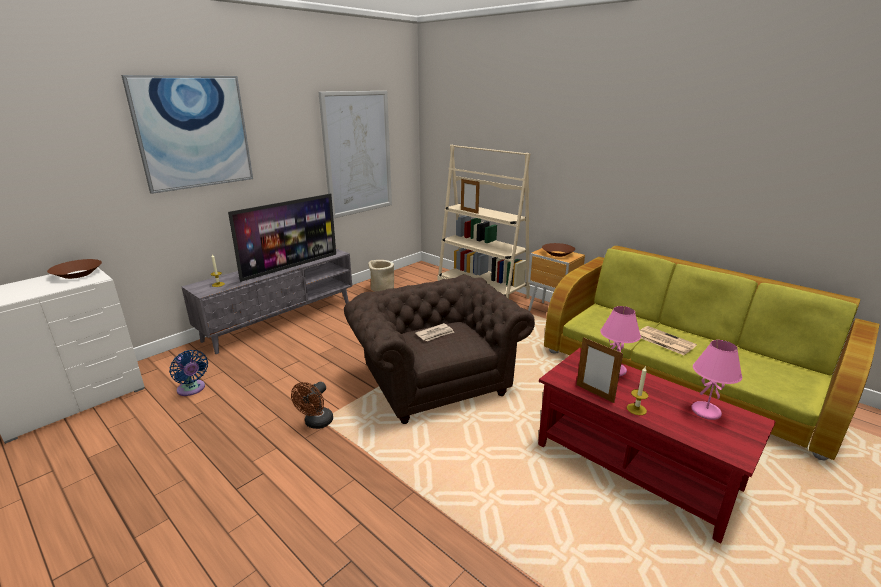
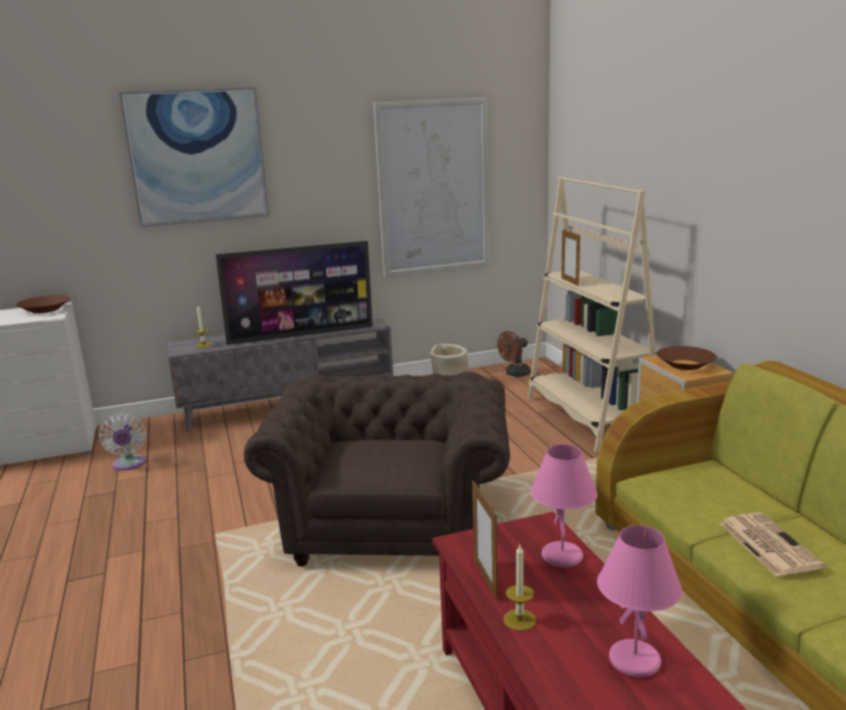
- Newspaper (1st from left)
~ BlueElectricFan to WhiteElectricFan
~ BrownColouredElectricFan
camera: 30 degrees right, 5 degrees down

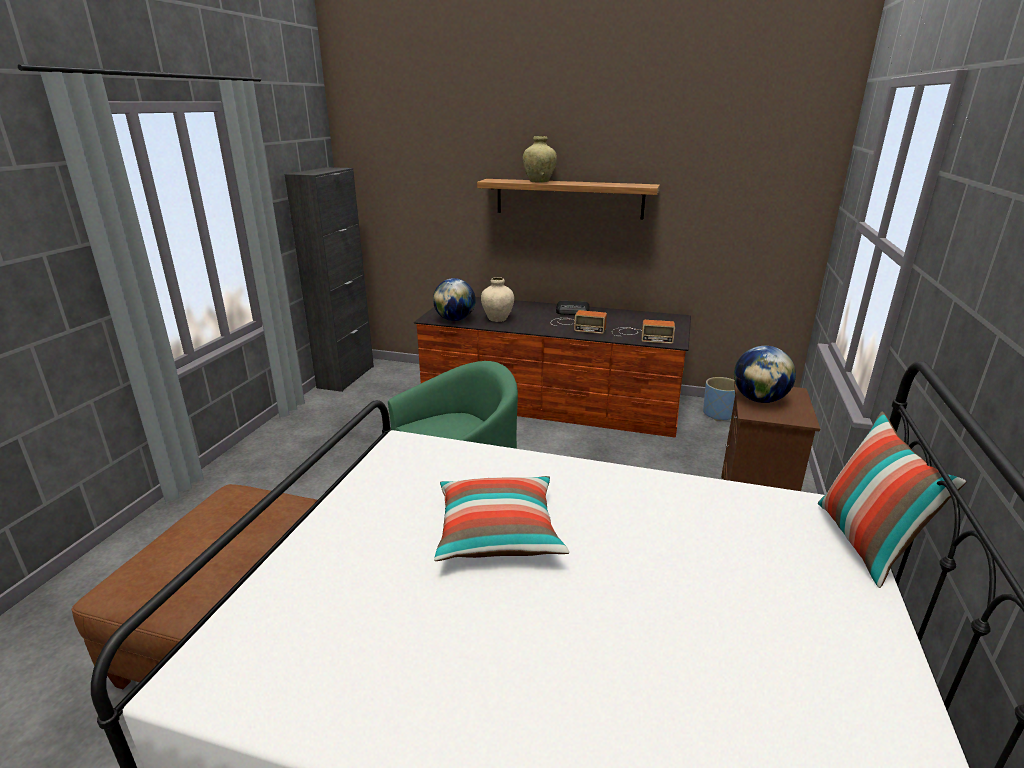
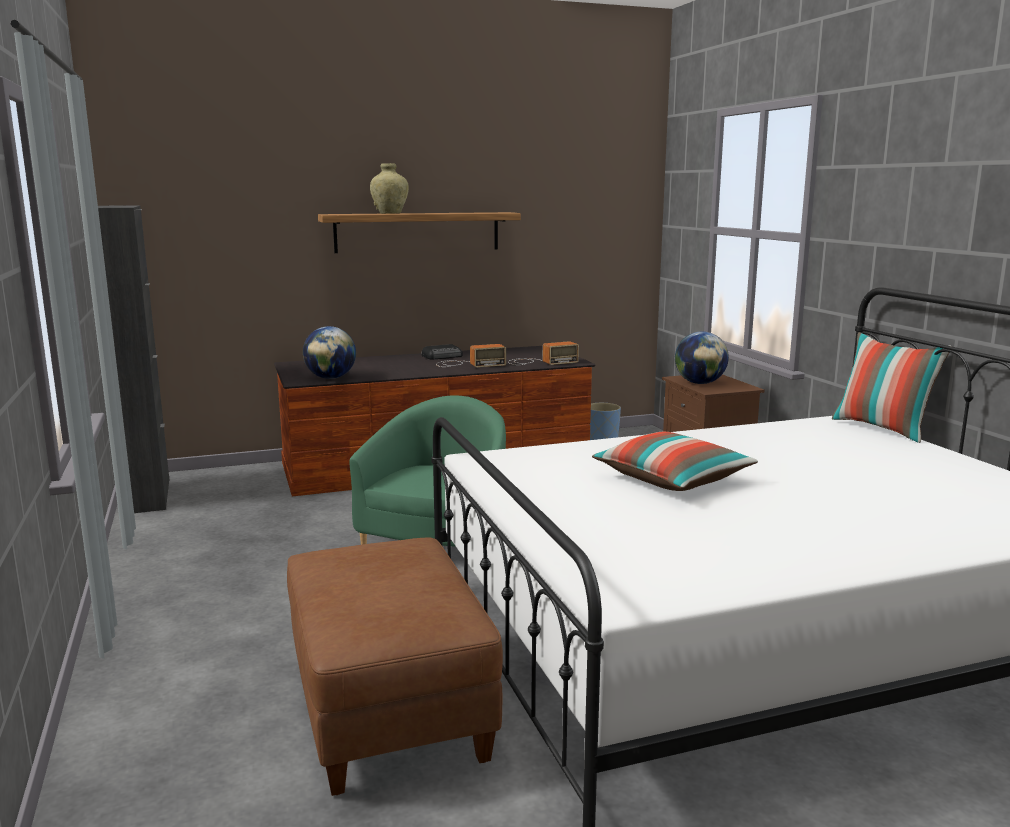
- SandColouredDecorativeVase (1st from left)
camera: 35 degrees left, 10 degrees down

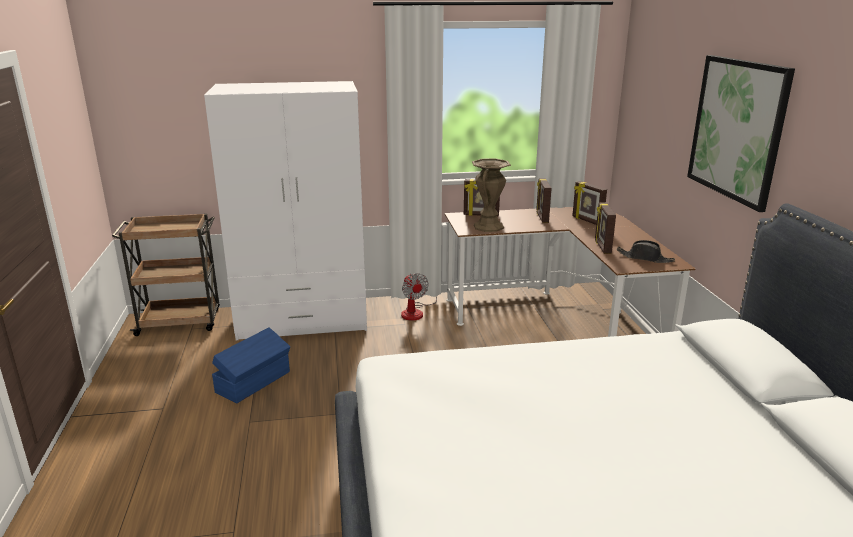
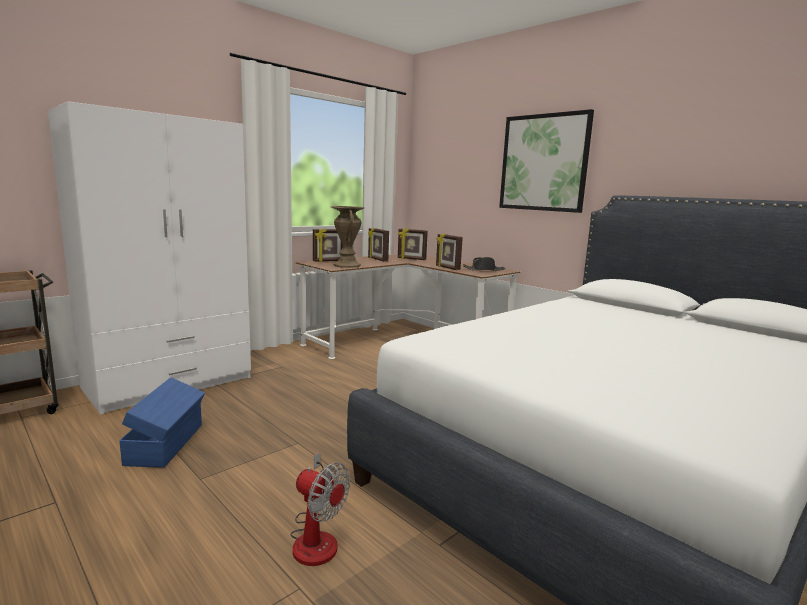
~ ElectricFan
camera: 35 degrees left, 10 degrees down

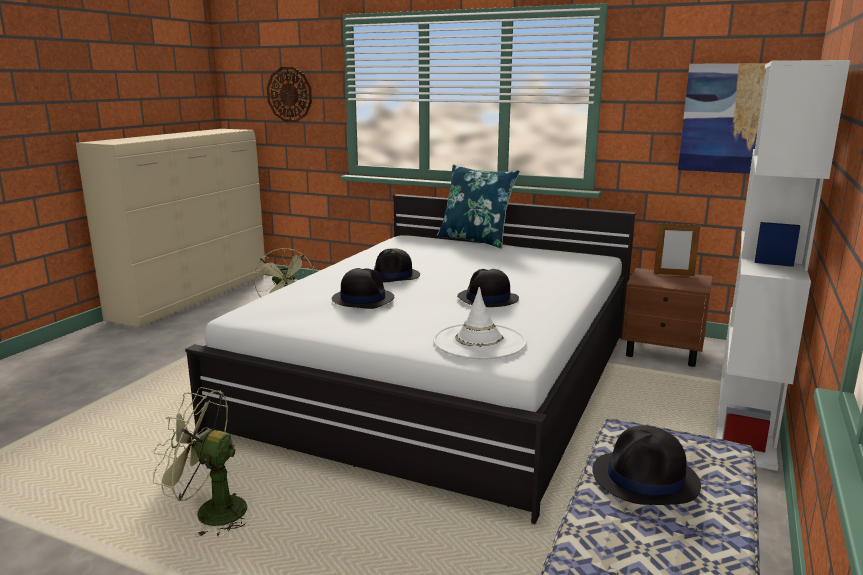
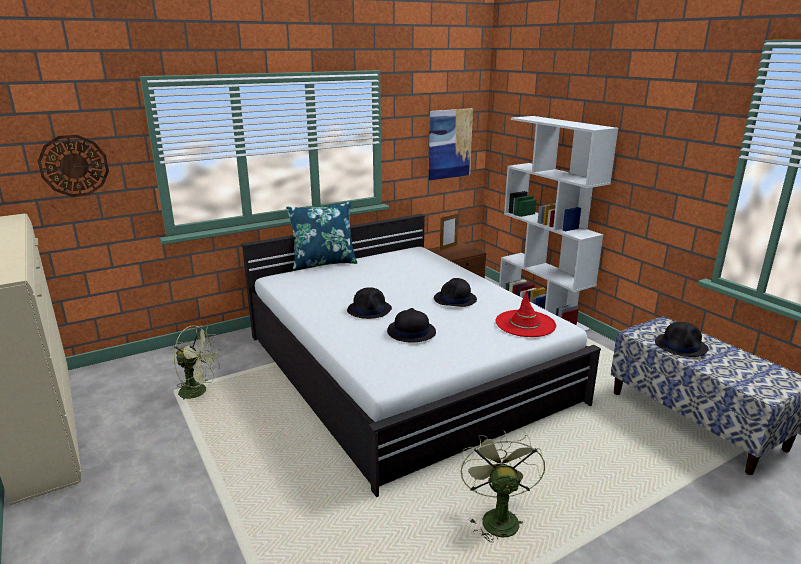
~ WhiteHat to RedColouredHat
~ GreenishElectricFan (1st from left in the first image) 135 degrees clockwise
camera: 55 degrees left, 5 degrees up

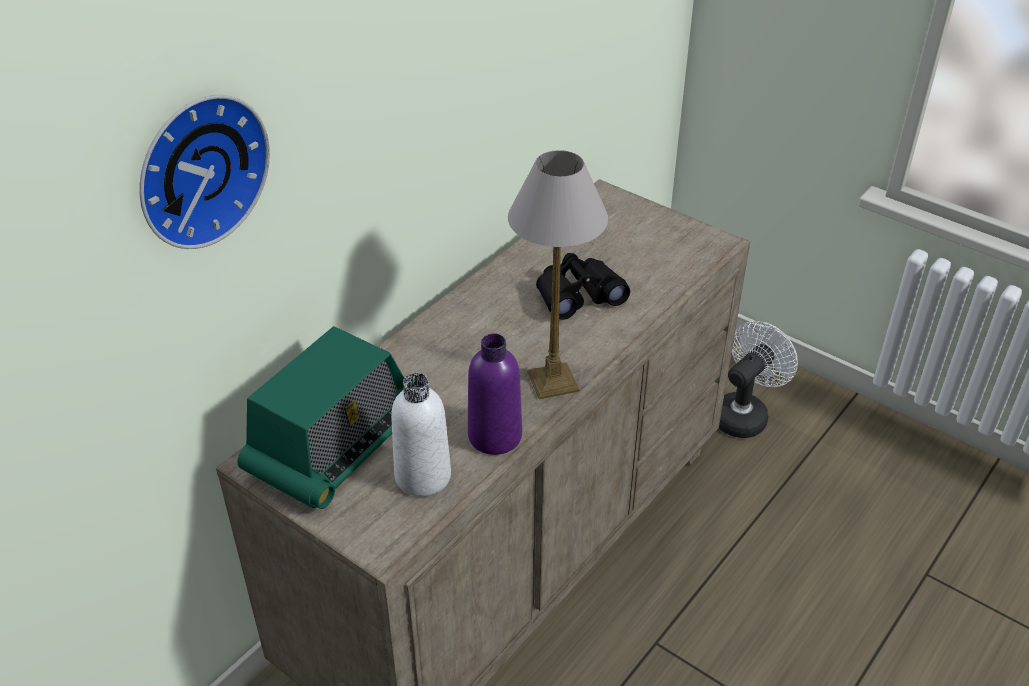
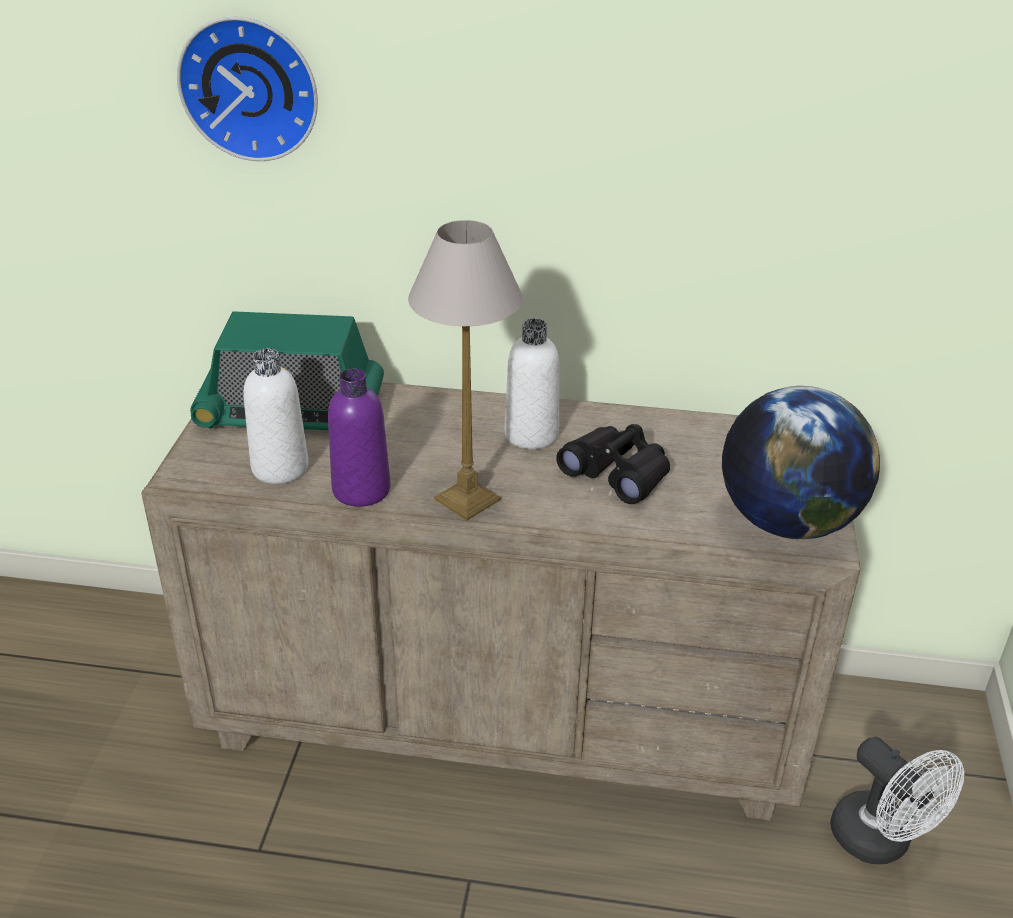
~ WhiteElectricFan 45 degrees clockwise
+ WhiteDrinkBottle (2nd from left)
+ DeskGlobe
camera: 60 degrees right, 5 degrees down

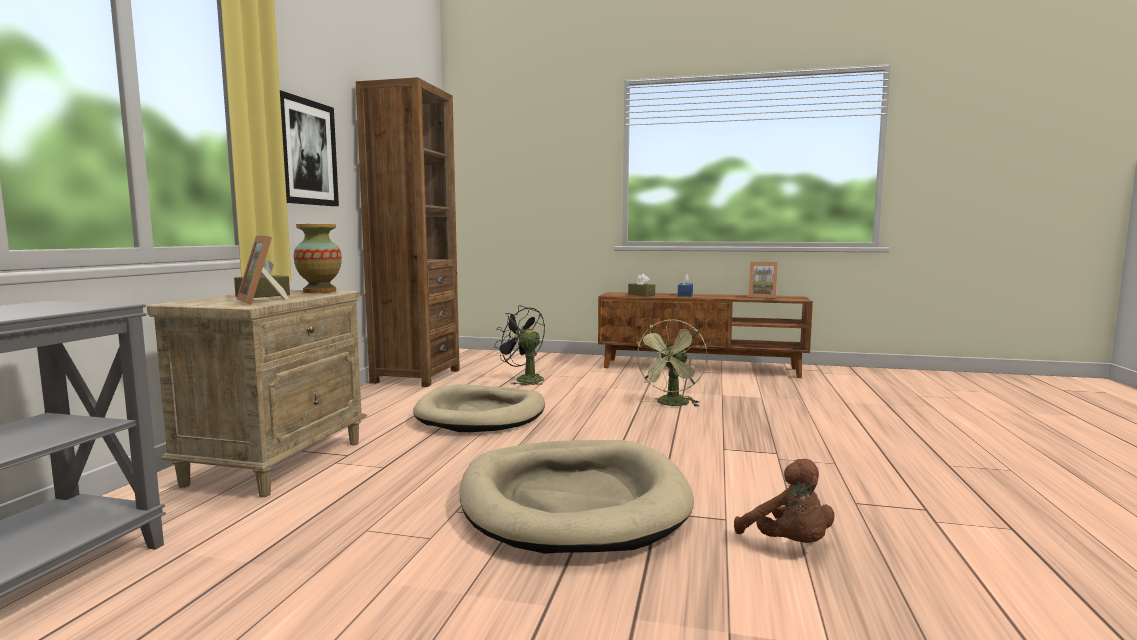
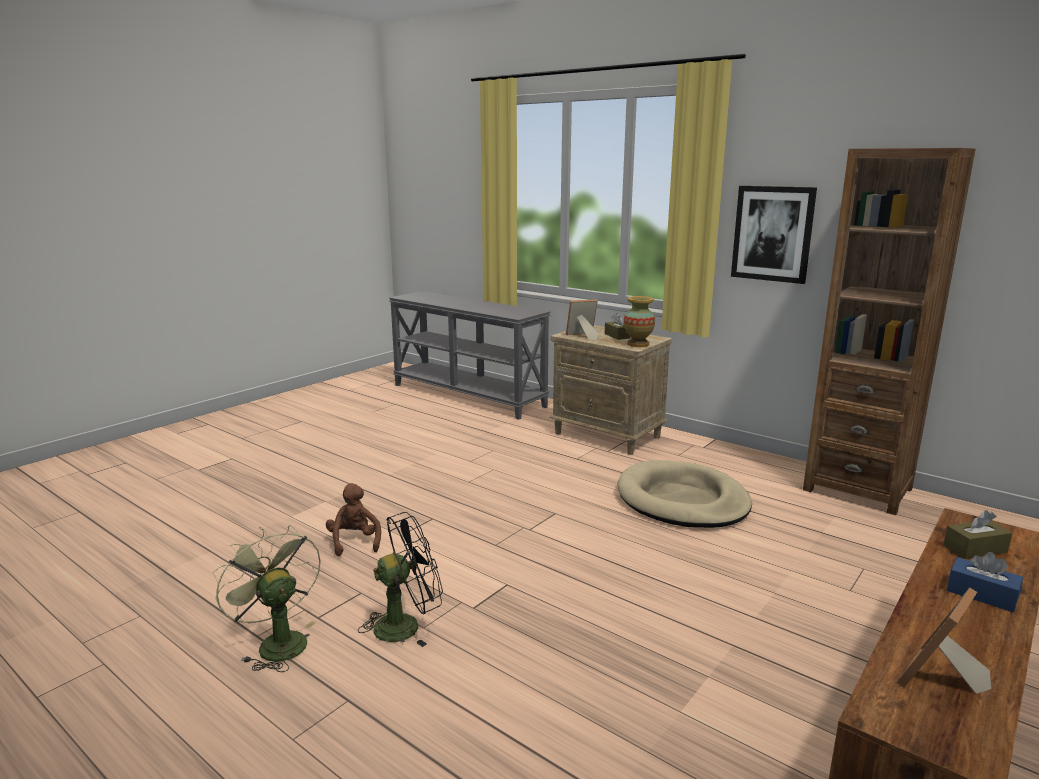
~ BlackElectricFan
~ GreenishElectricFan
- SandColouredPetBed (2nd from left)
~ BrownColouredSoftToy 75 degrees clockwise
camera: 115 degrees right, 10 degrees up

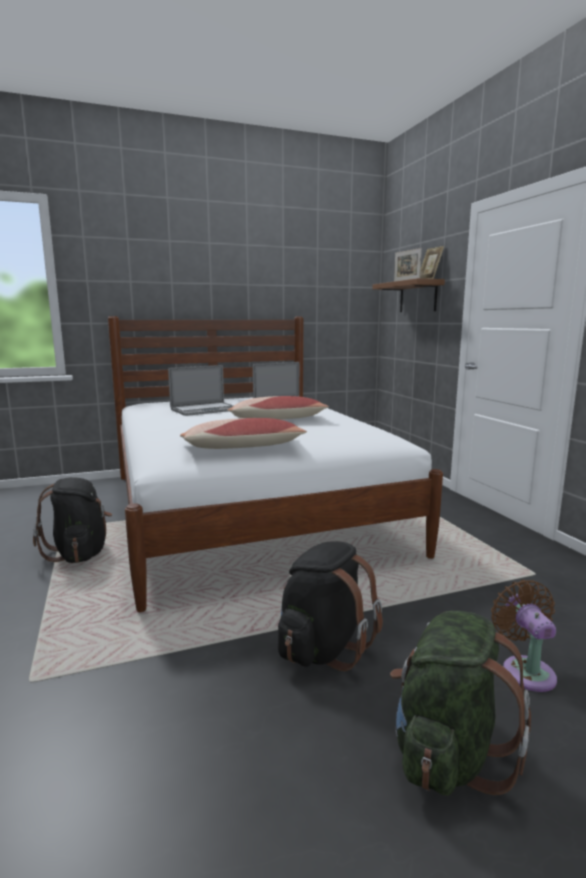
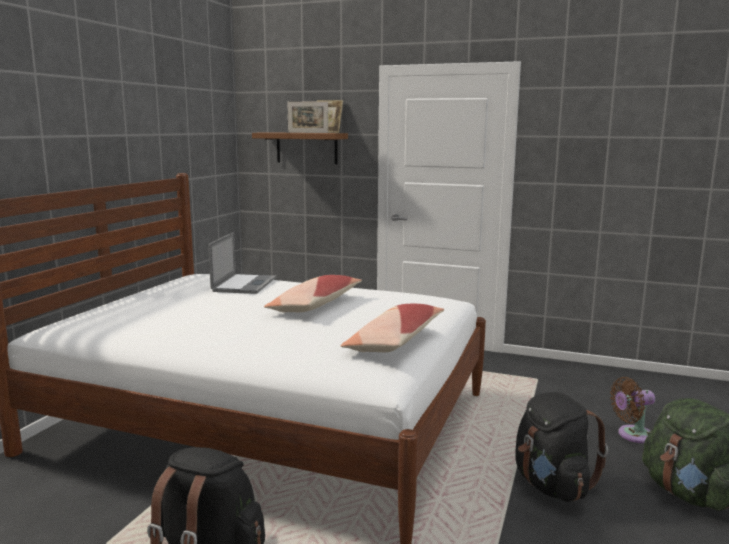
- PortableComputer (1st from left)
~ BrownColouredElectricFan 45 degrees counterclockwise
camera: 50 degrees left, 0 degrees up

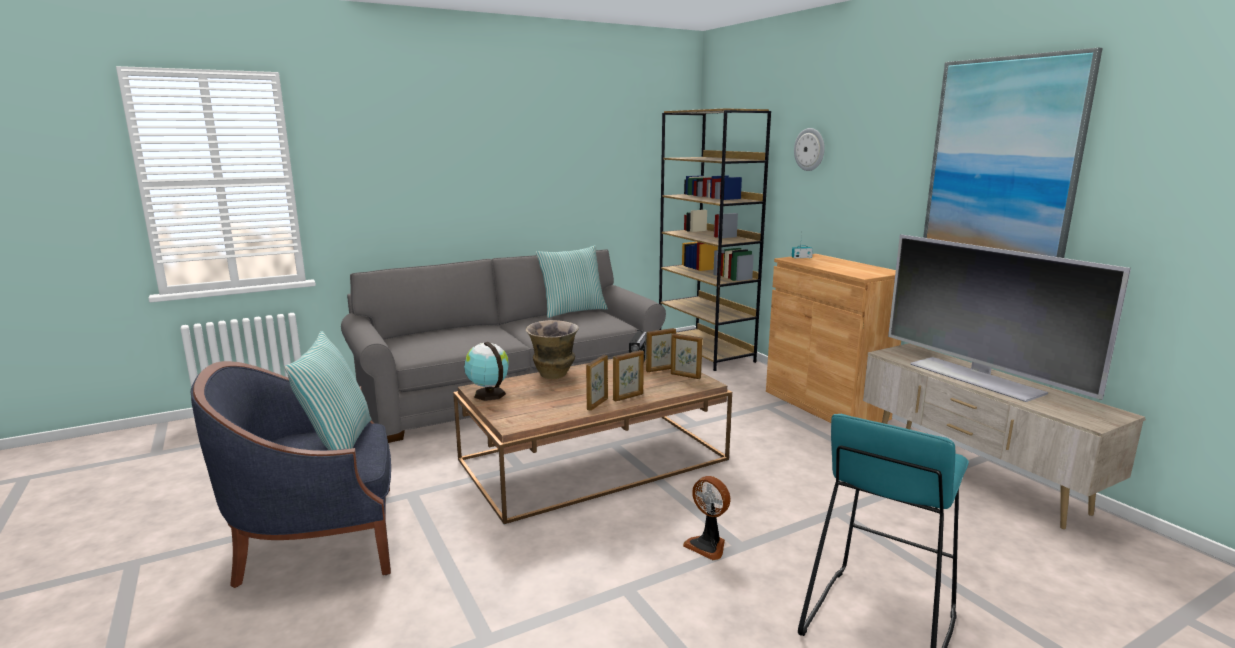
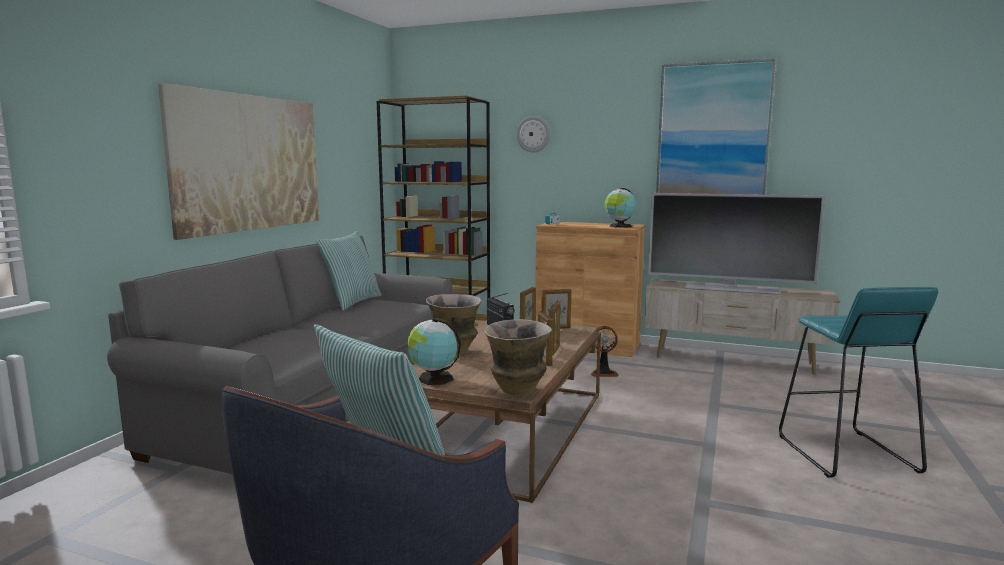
~ ElectricFan
+ Picture (1st from left)
+ DeskGlobe (2nd from left)
+ DecorativeVase (2nd from left)
camera: 40 degrees left, 5 degrees down

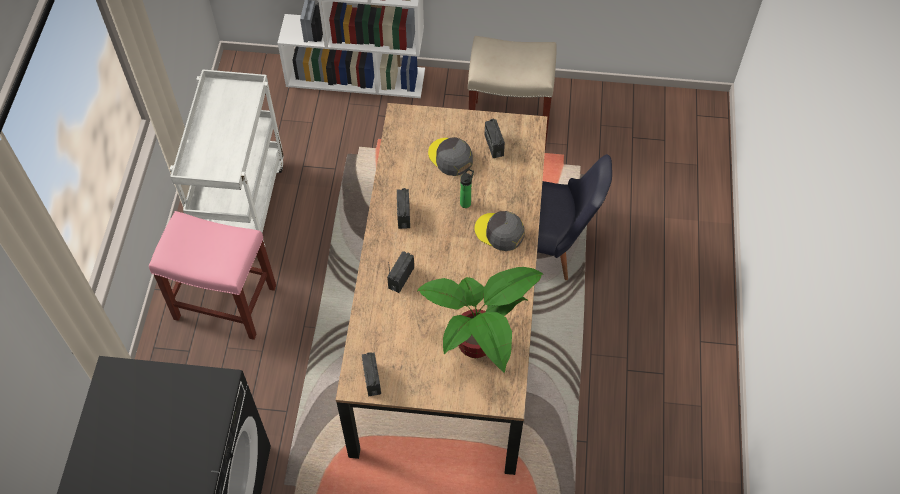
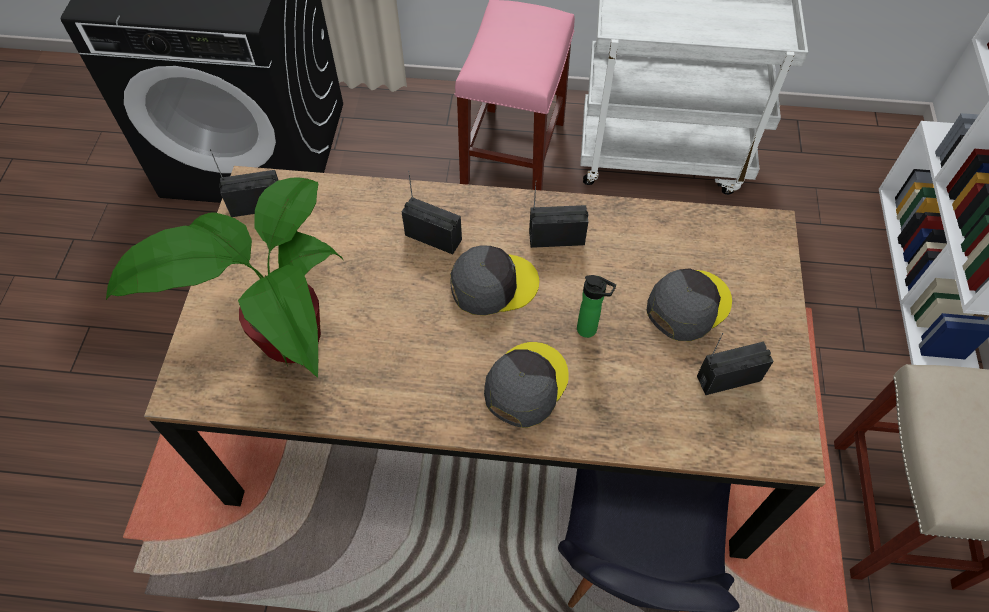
+ GrayPeakedCap (1st from left)
camera: 90 degrees right, 0 degrees up

